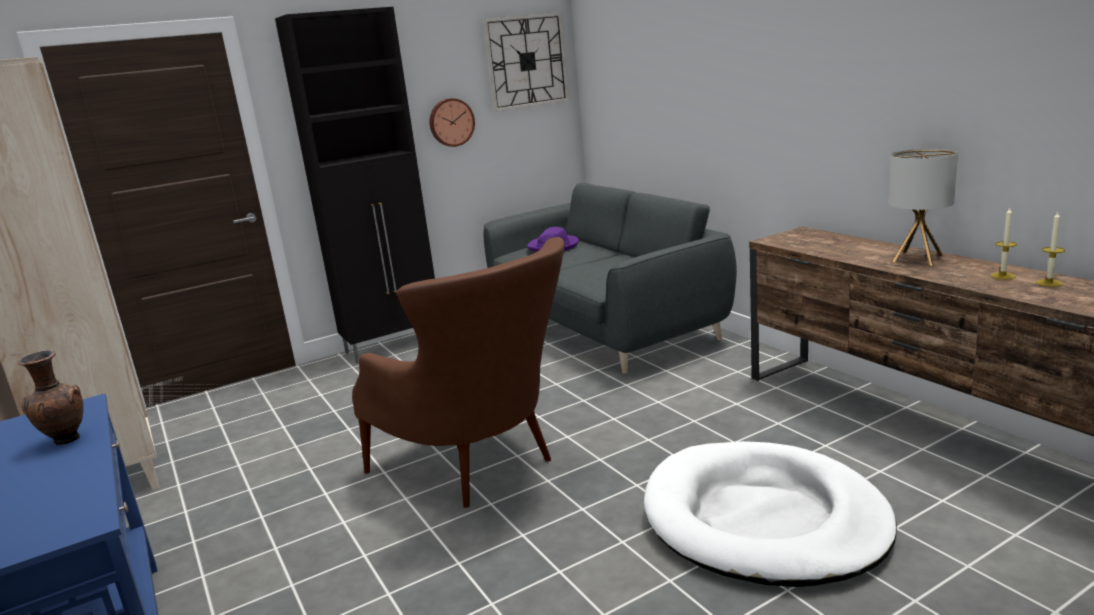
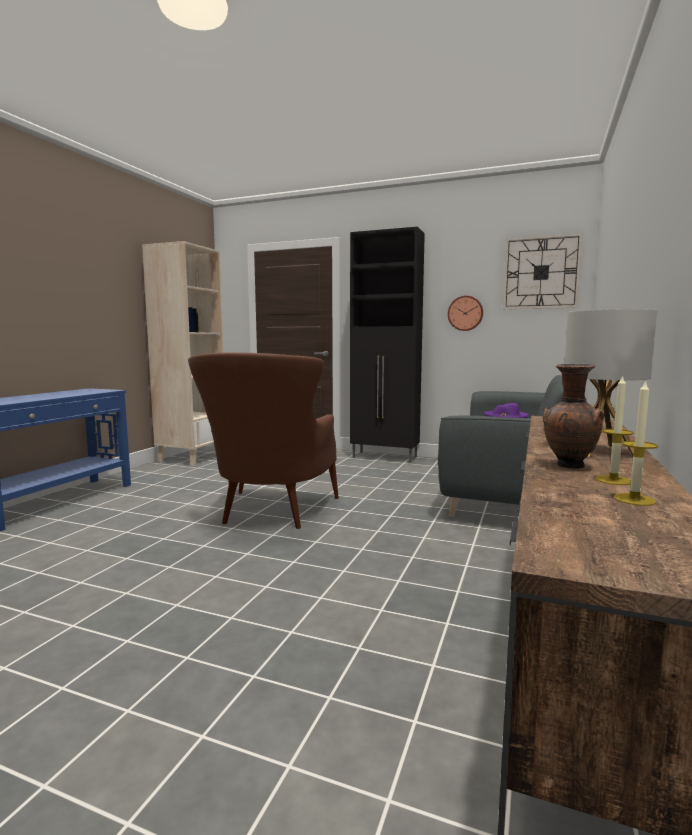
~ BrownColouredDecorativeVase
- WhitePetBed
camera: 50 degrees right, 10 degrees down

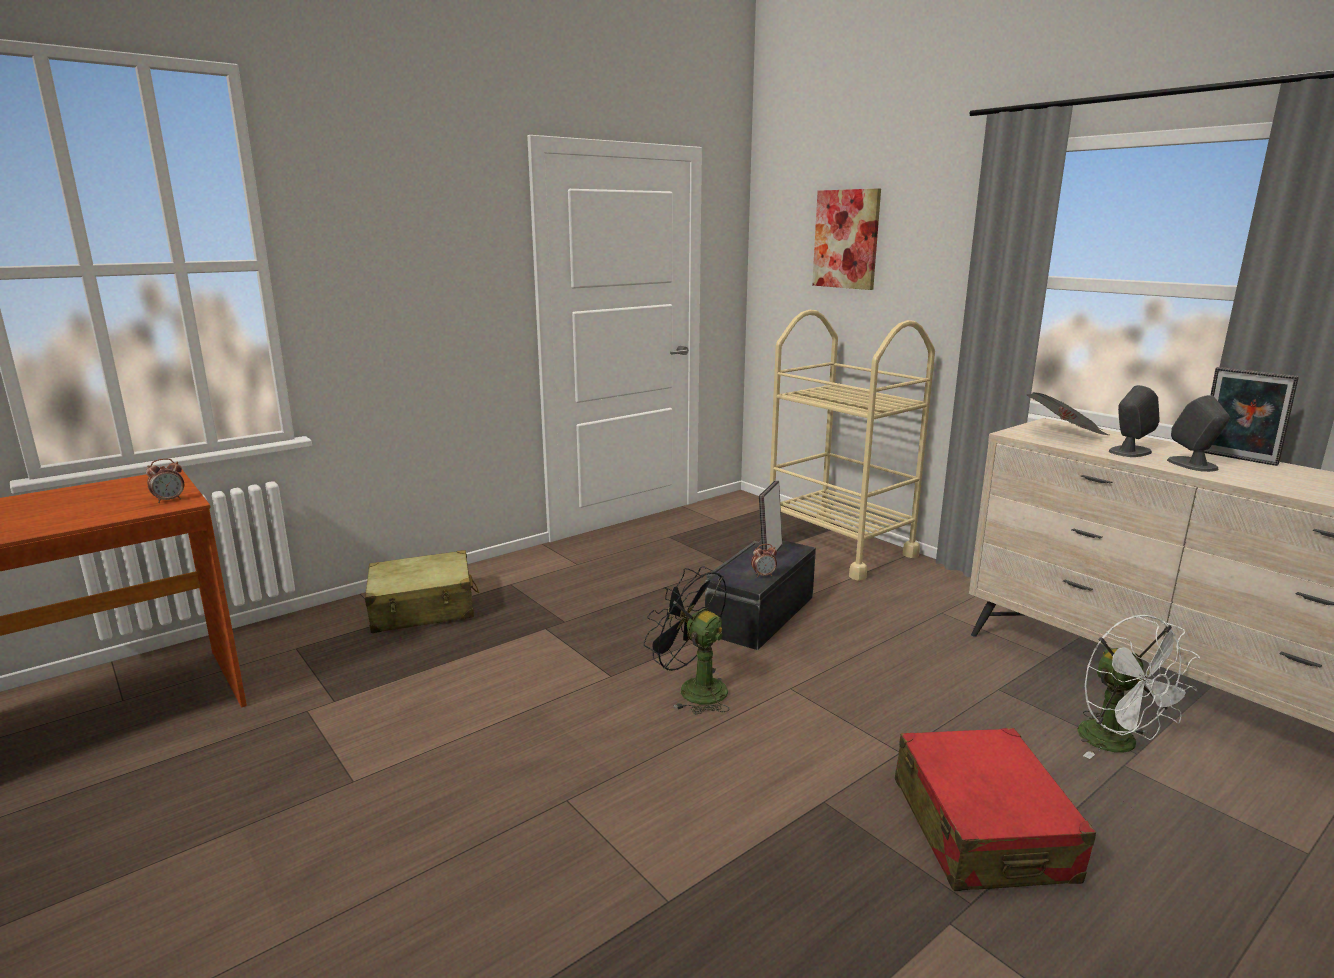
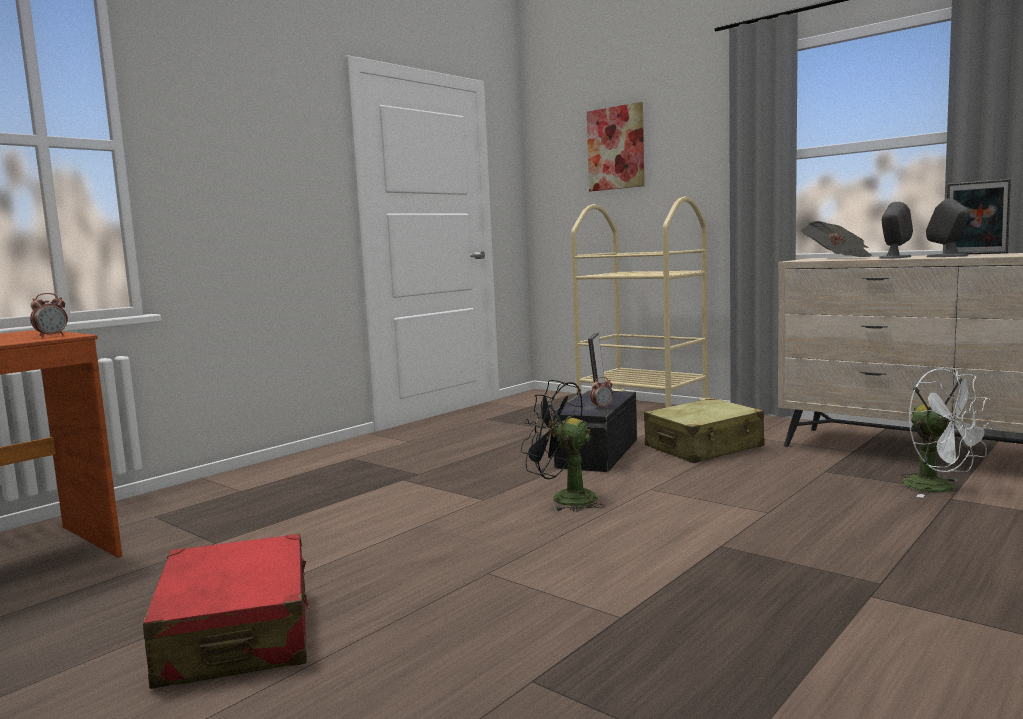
~ SandColouredTravelCase
~ RedColouredTravelCase
camera: 10 degrees left, 10 degrees down

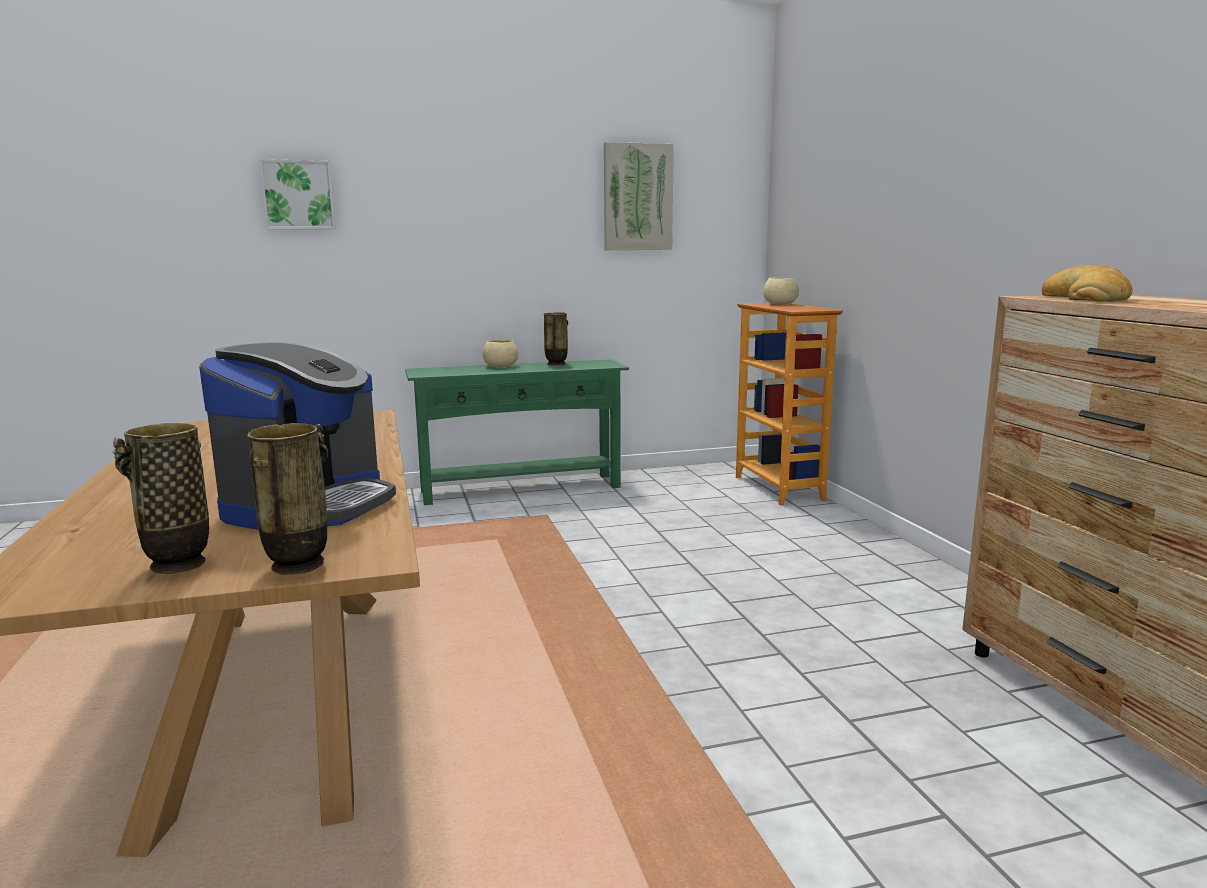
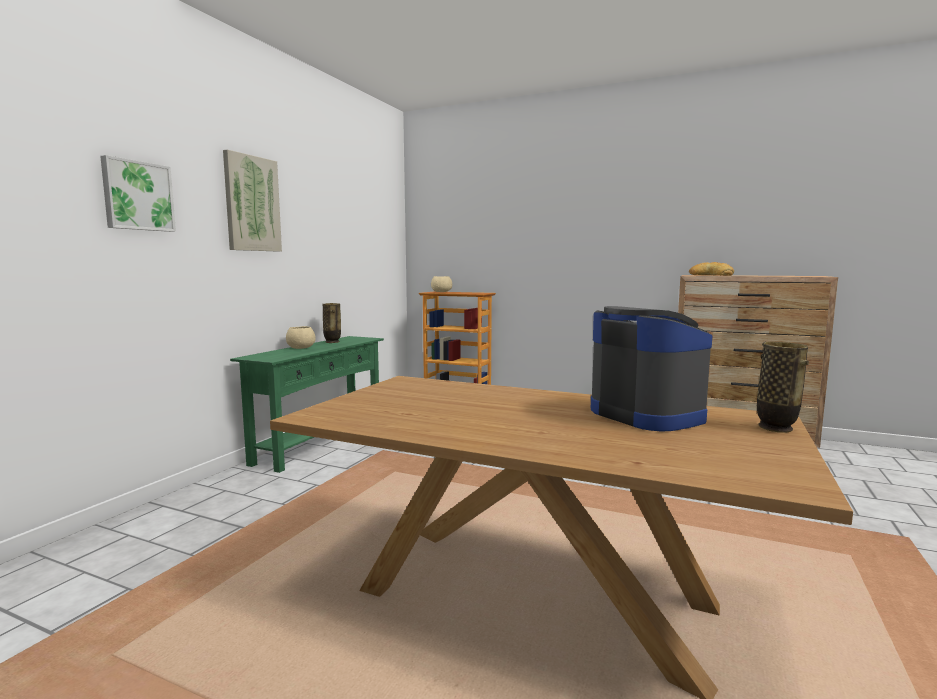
~ Picture (2nd from left)
- DecorativeVase (1st from left)
camera: 50 degrees left, 5 degrees down

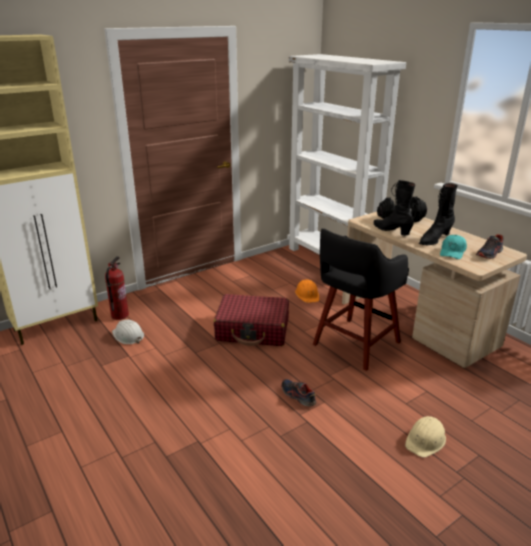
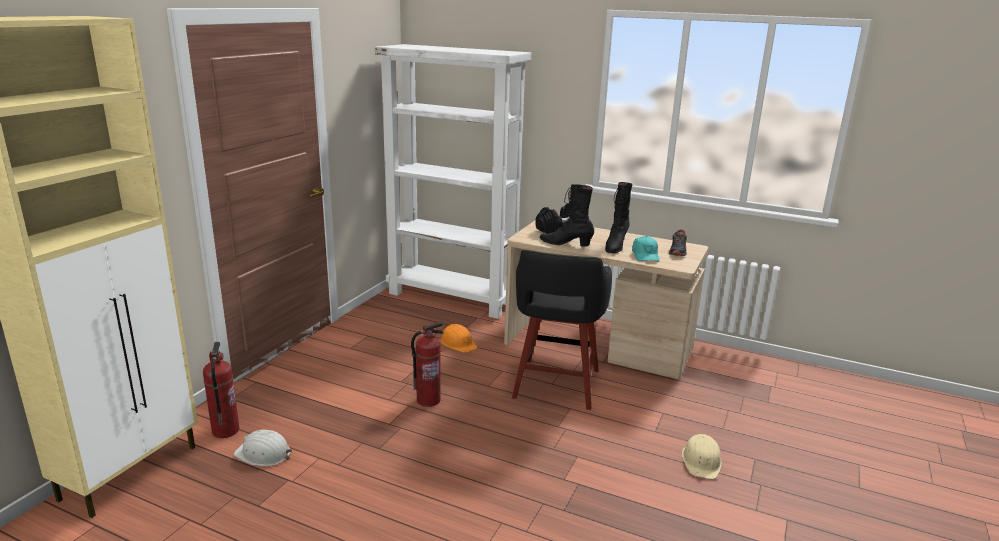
~ RedColouredTravelCase to FireFightingCylinder (2nd from left)
- ItemOfFootwear (1st from left)
camera: 30 degrees left, 5 degrees down

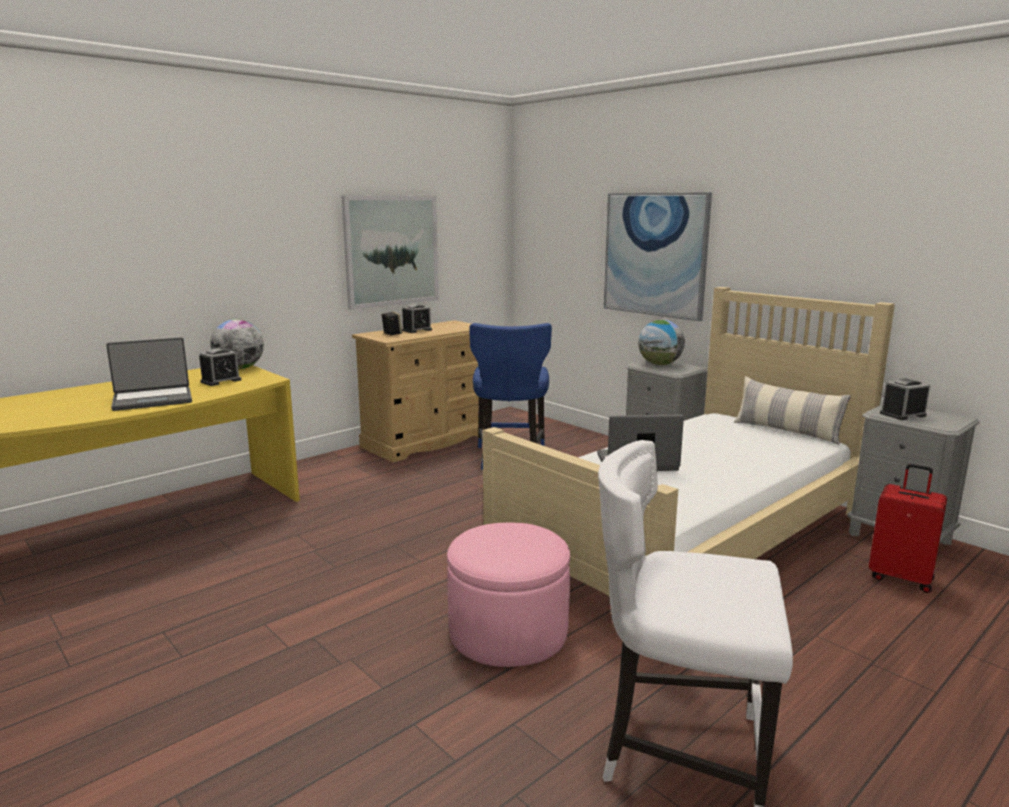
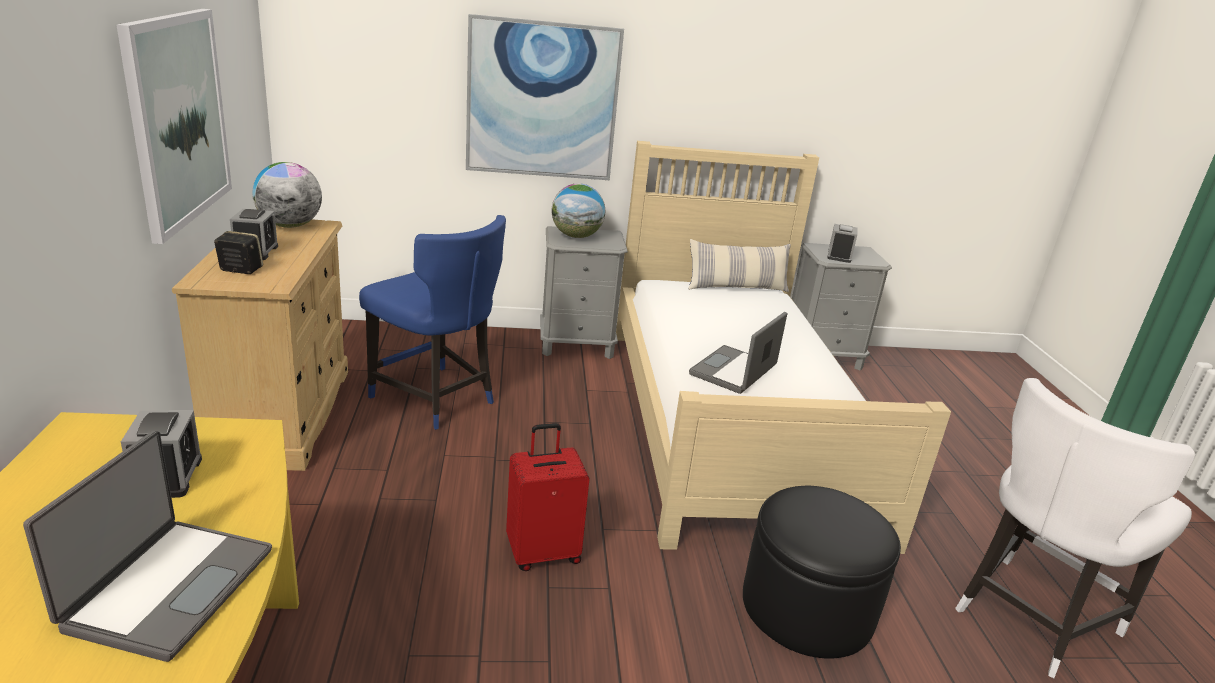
~ DeskGlobe (1st from left)
~ RedColouredTravelCase
~ PinkColouredPouffe to BlackPouffe
camera: 55 degrees left, 10 degrees up

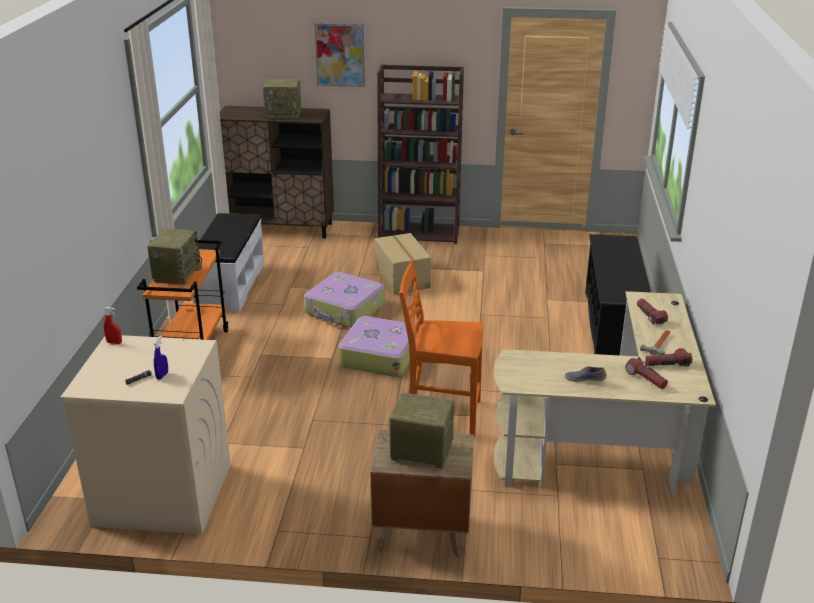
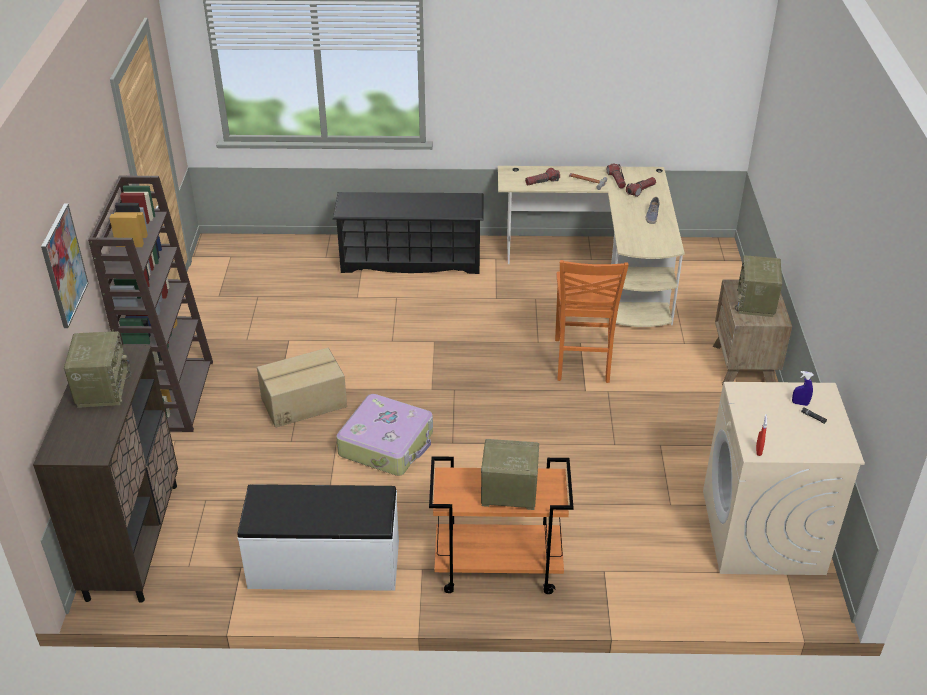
- TravelCase (2nd from left)
camera: 95 degrees left, 10 degrees up

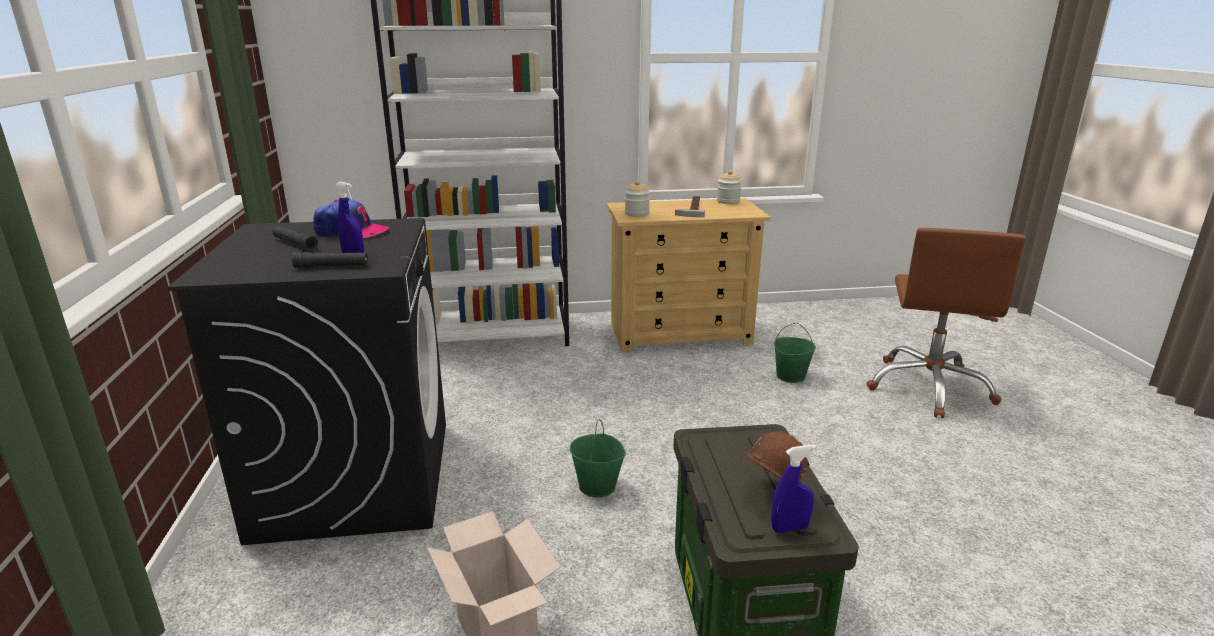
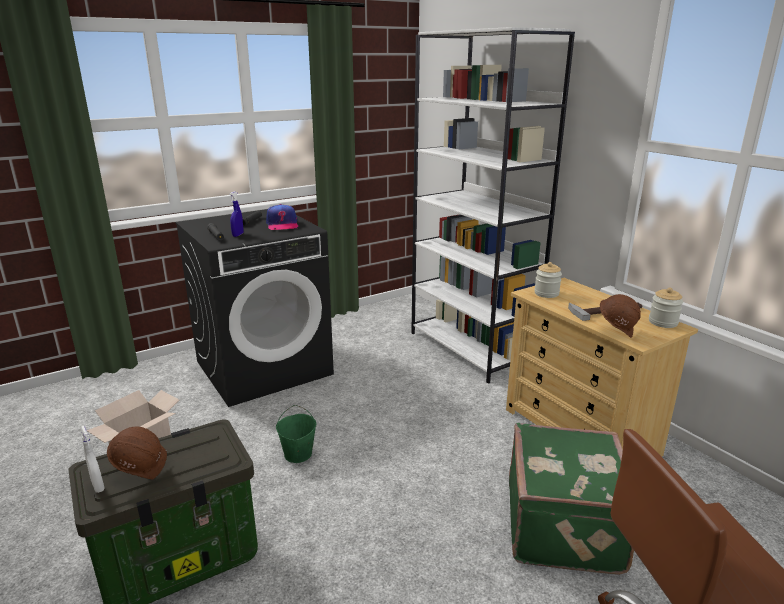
~ GreenishPail (2nd from left) to GreenishTravelCase
~ BlueSprayer (2nd from left) to WhiteSprayer
+ BrownColouredWorkHelmet (2nd from left)
camera: 65 degrees right, 0 degrees up

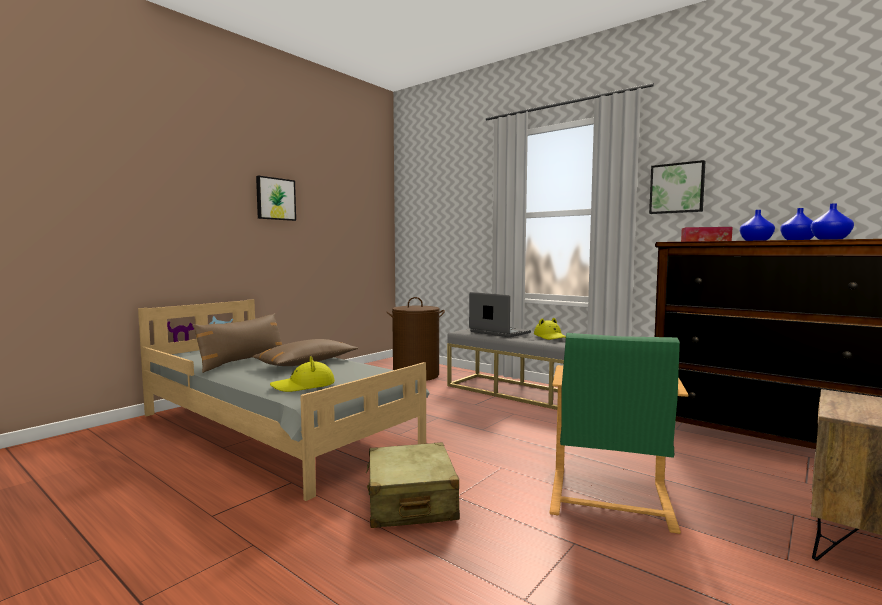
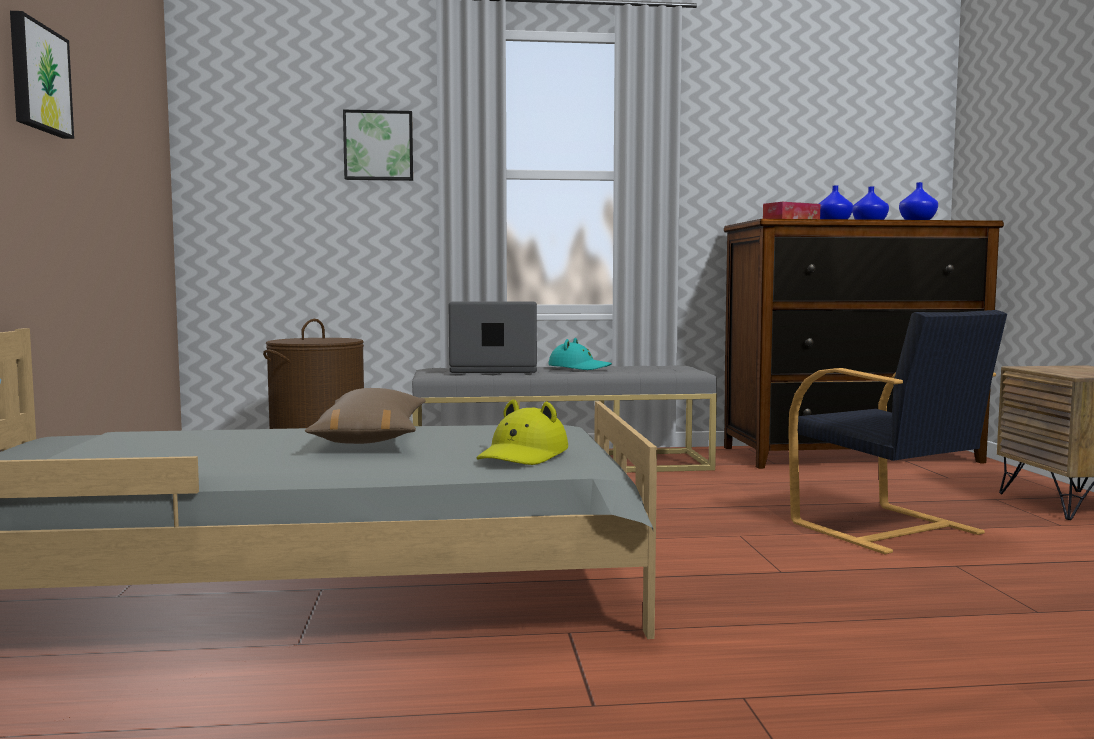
~ Picture (2nd from left)
- BrownColouredPillow (1st from left)
~ YellowColouredHat (2nd from left) to TurquoiseHat
~ GreenishLoungeChair to BlackLoungeChair
- SandColouredTravelCase
camera: 45 degrees left, 0 degrees up

